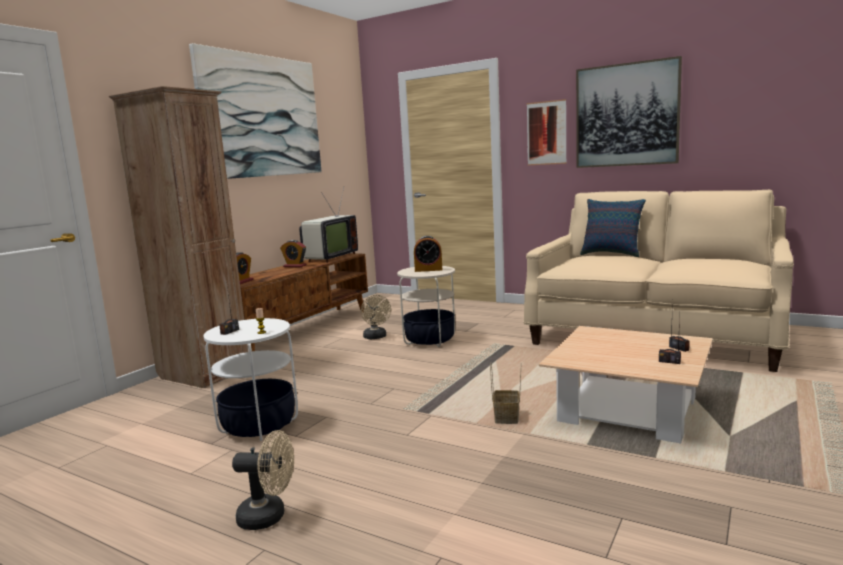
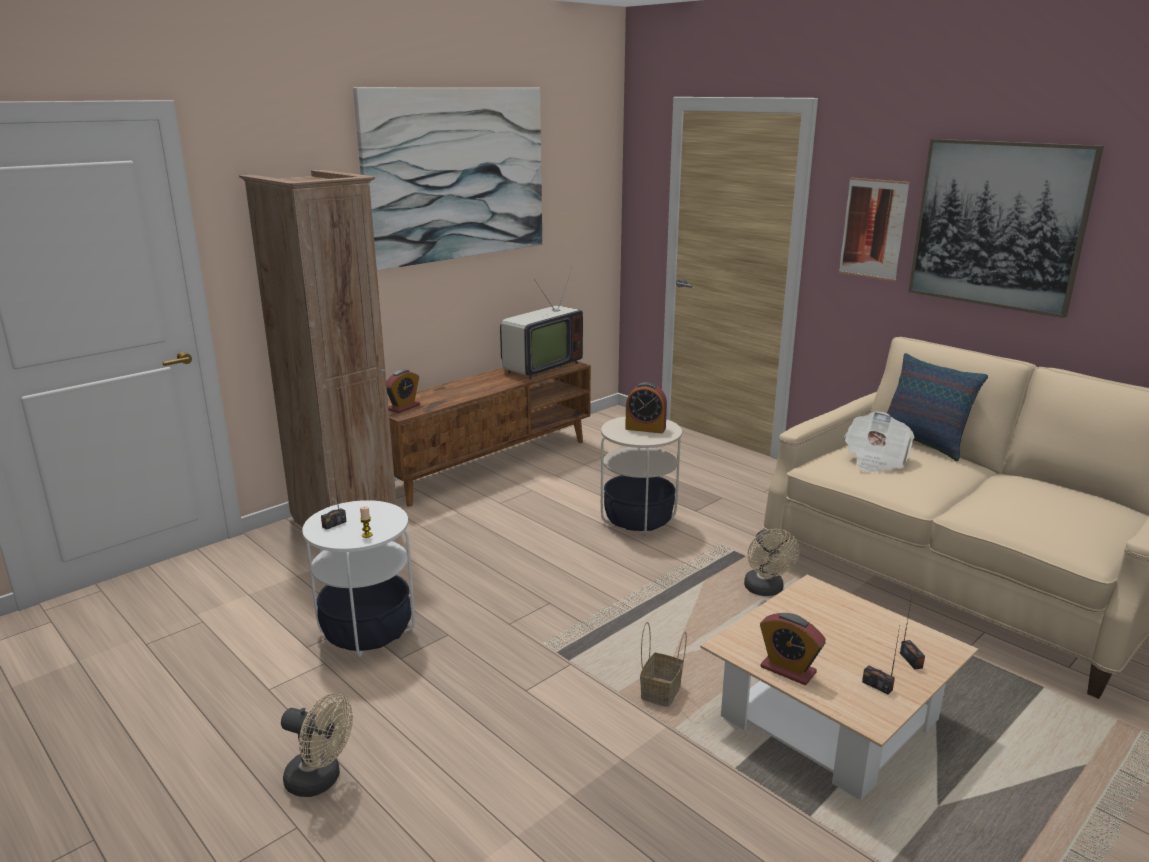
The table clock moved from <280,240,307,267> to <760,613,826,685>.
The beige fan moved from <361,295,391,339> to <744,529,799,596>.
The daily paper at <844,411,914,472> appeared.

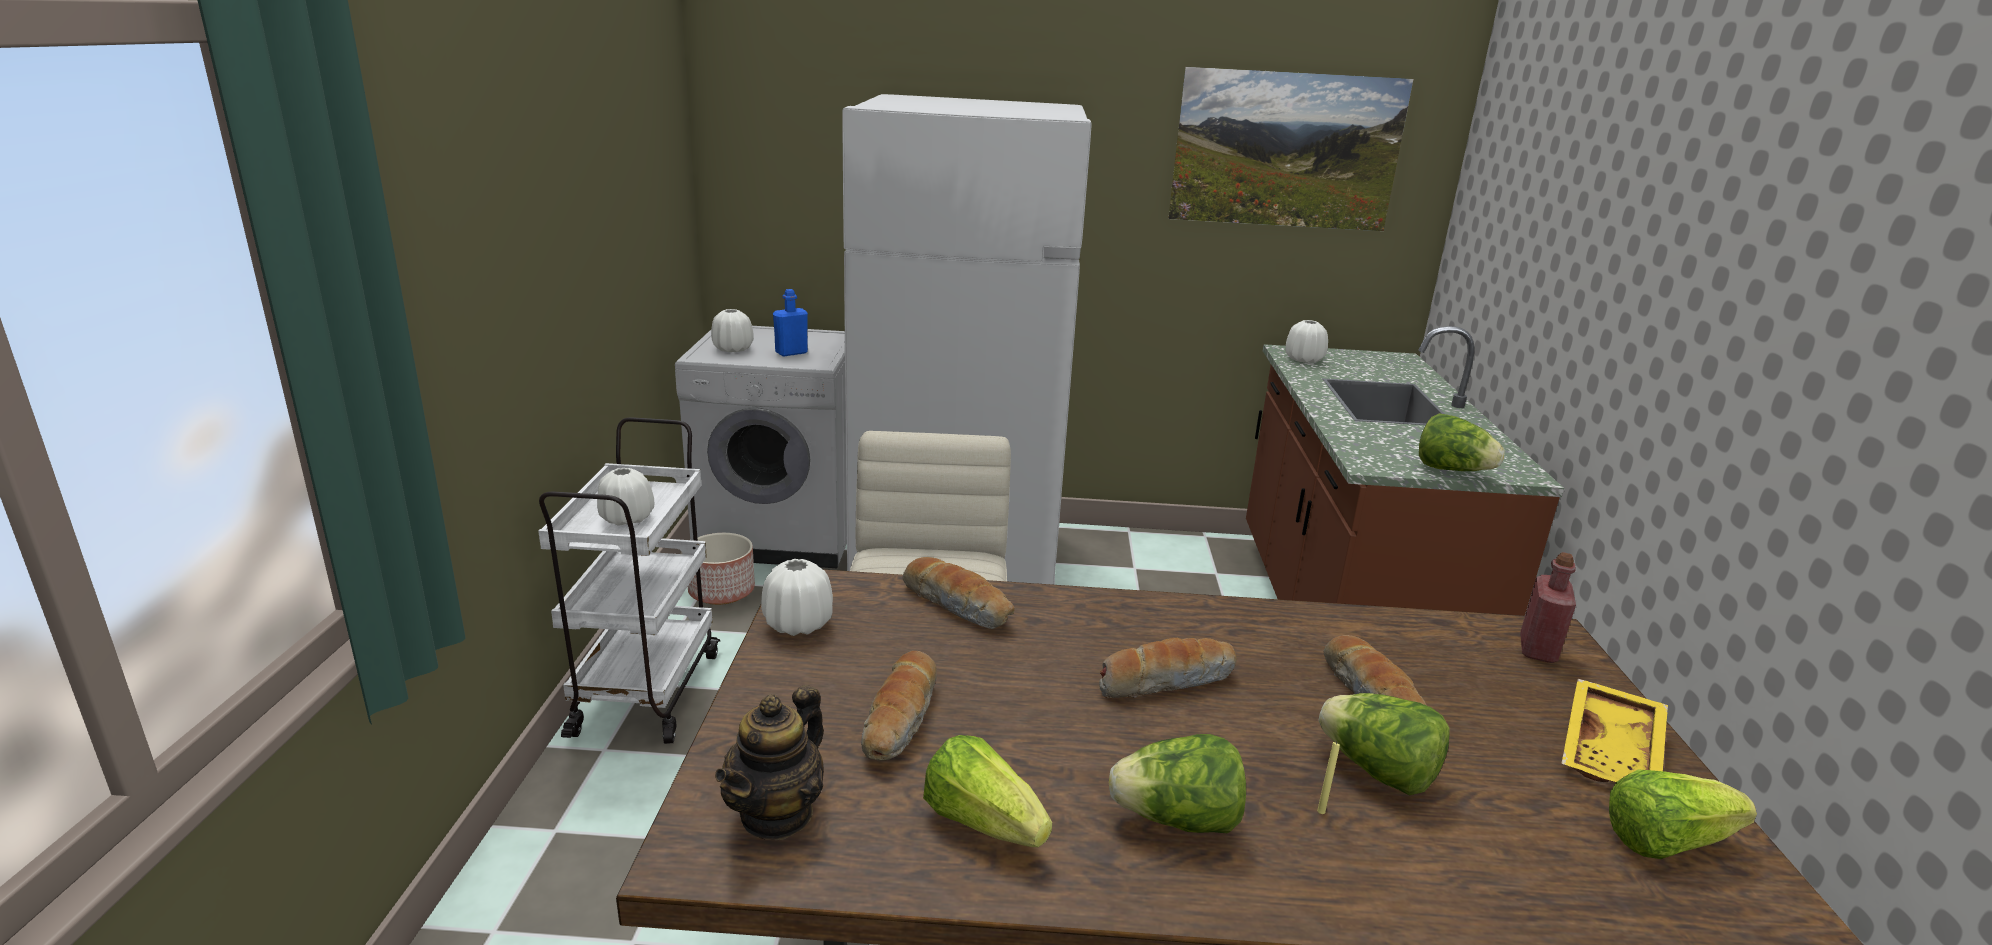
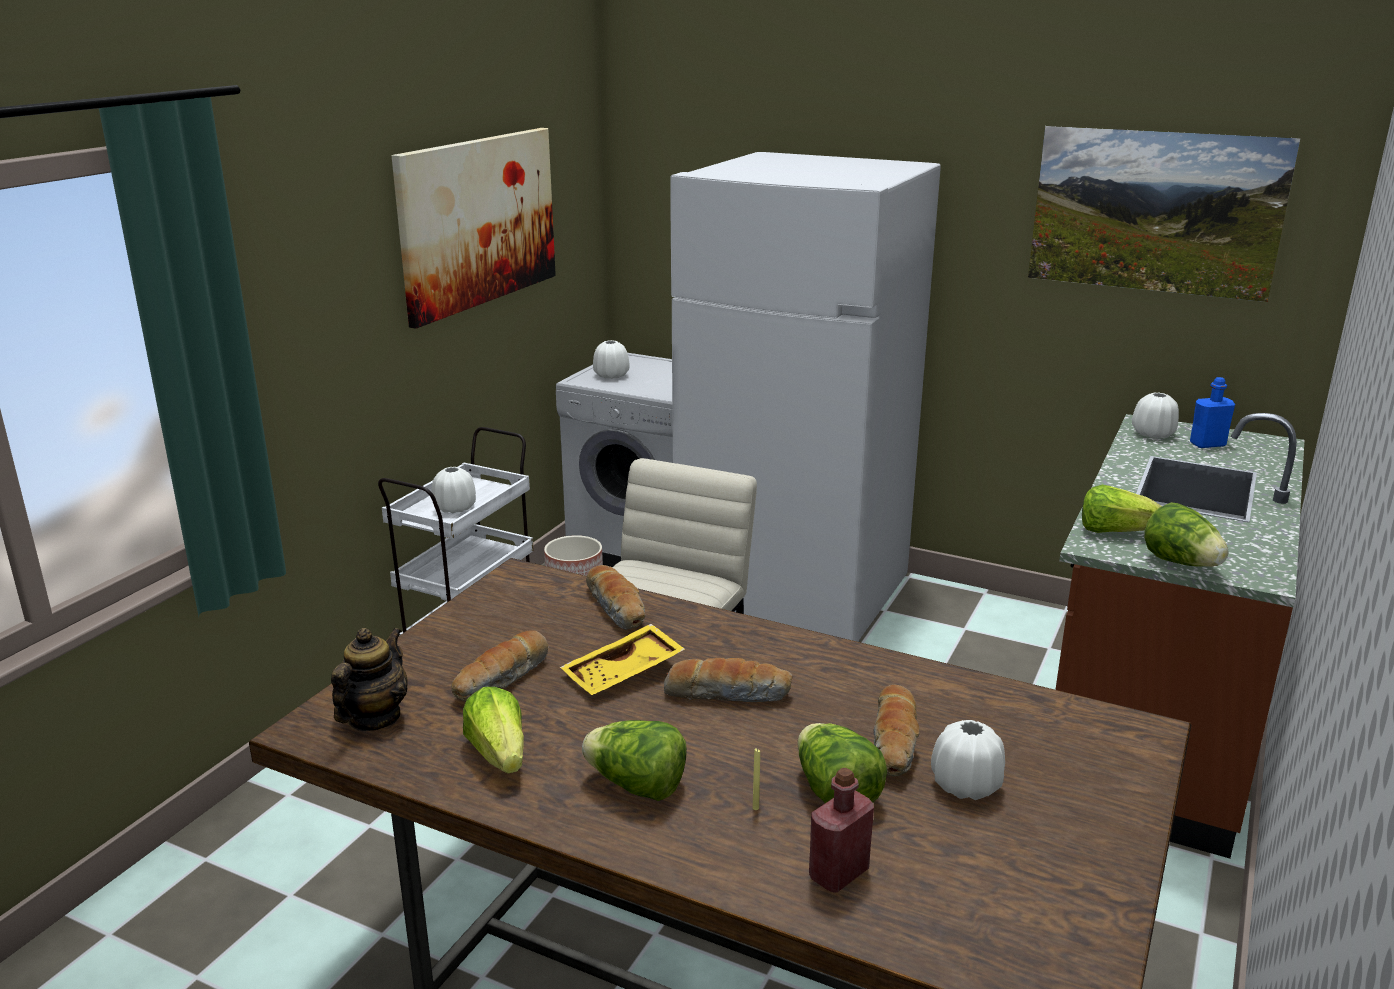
The pot for tea at <715,685,824,840> turned 150 degrees clockwise.
The white-coloured vase moved from <761,559,833,636> to <931,720,1005,800>.
The bluish bottle moved from <773,289,808,356> to <1190,377,1235,448>.
The red-coloured bottle moved from <1520,552,1576,663> to <809,768,874,893>.
The yellow-coloured carrying tray moved from <1561,679,1668,782> to <560,624,685,695>.
The lettuce moved from <1609,769,1757,859> to <1082,485,1162,533>.
The wall picture at <391,128,556,329> appeared.

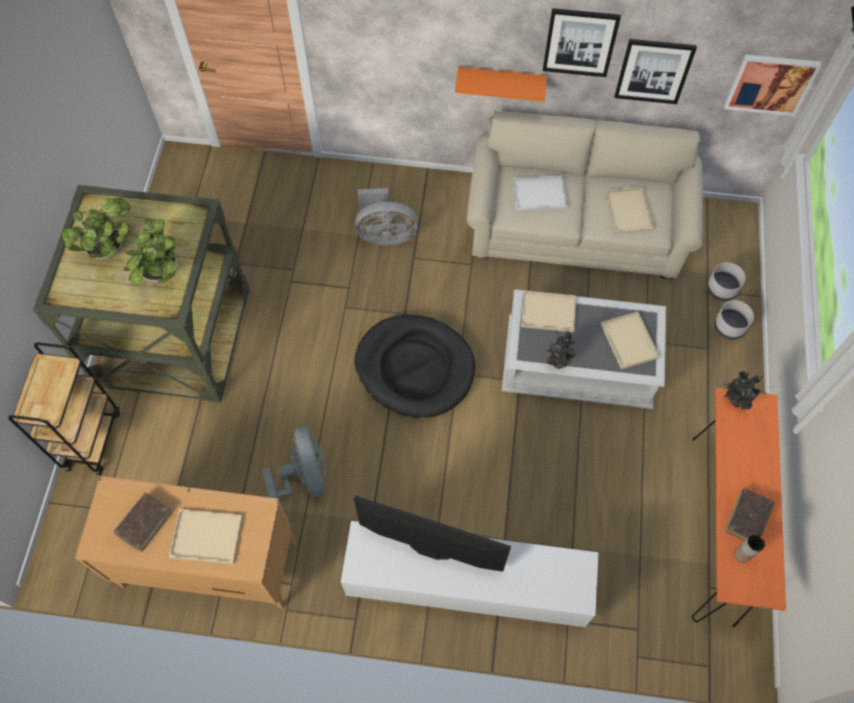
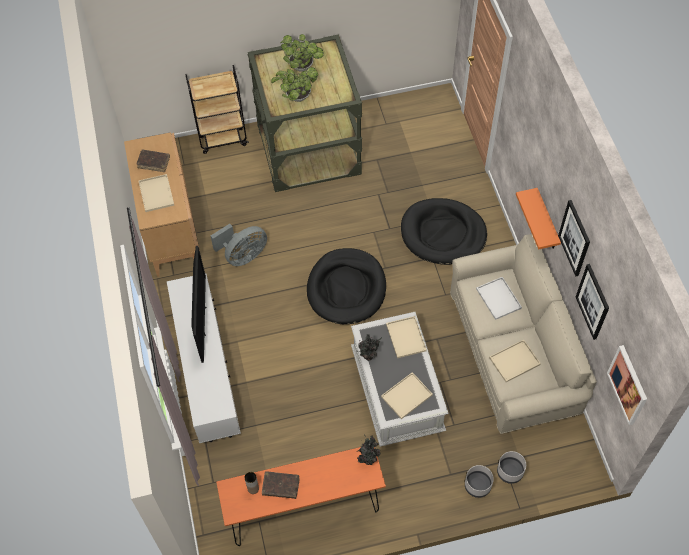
The greyish fan at <355,188,418,245> was replaced by the black-coloured pet bed at <401,198,487,265>.

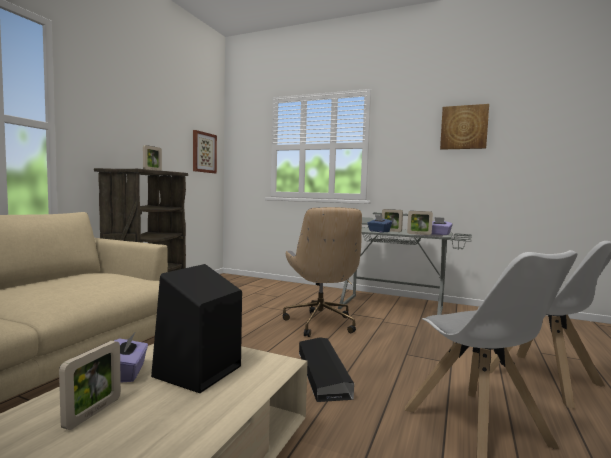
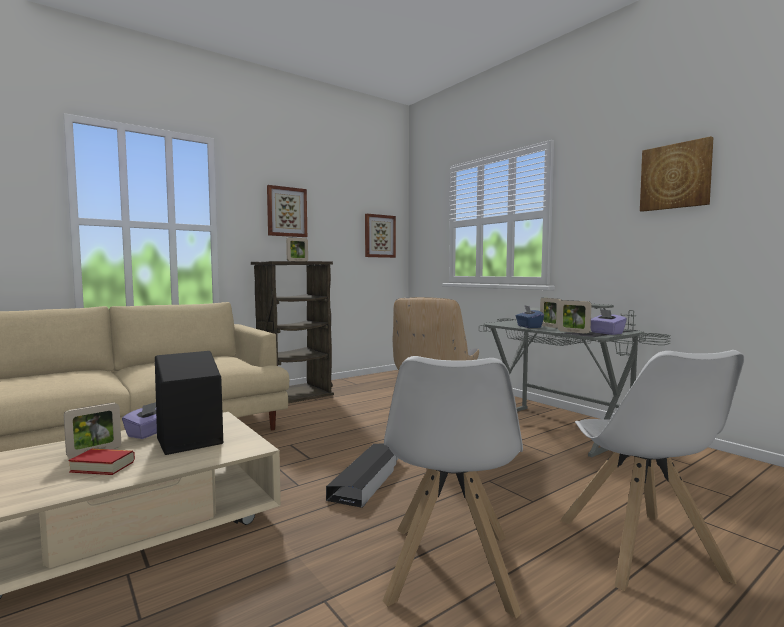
The volume at <69,449,135,475> appeared.
The wall picture at <267,185,307,237> appeared.

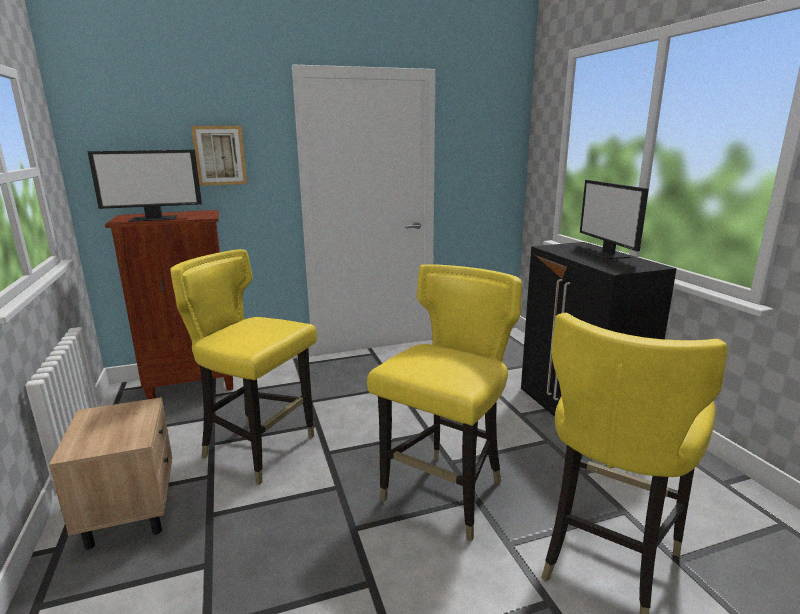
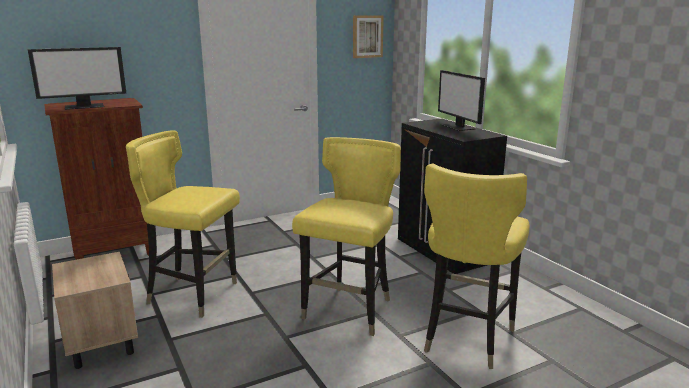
The wall picture moved from <191,126,247,186> to <353,15,384,58>.

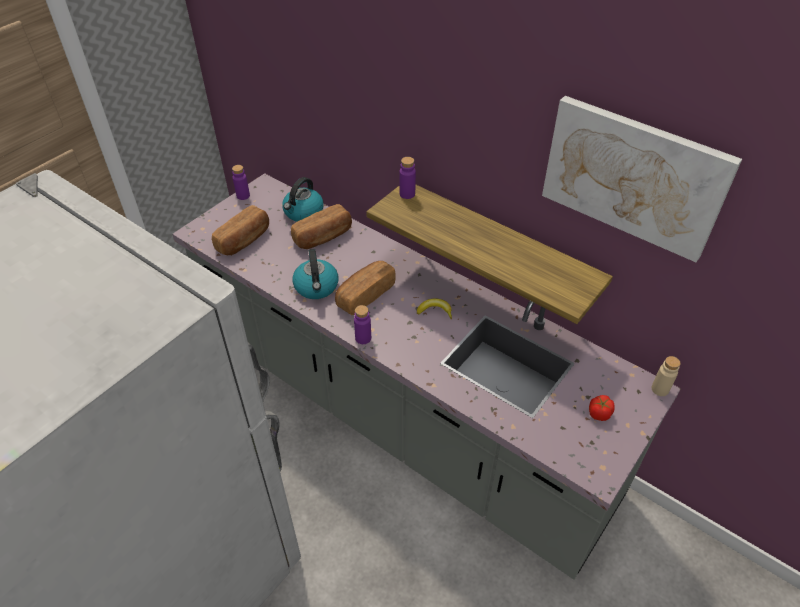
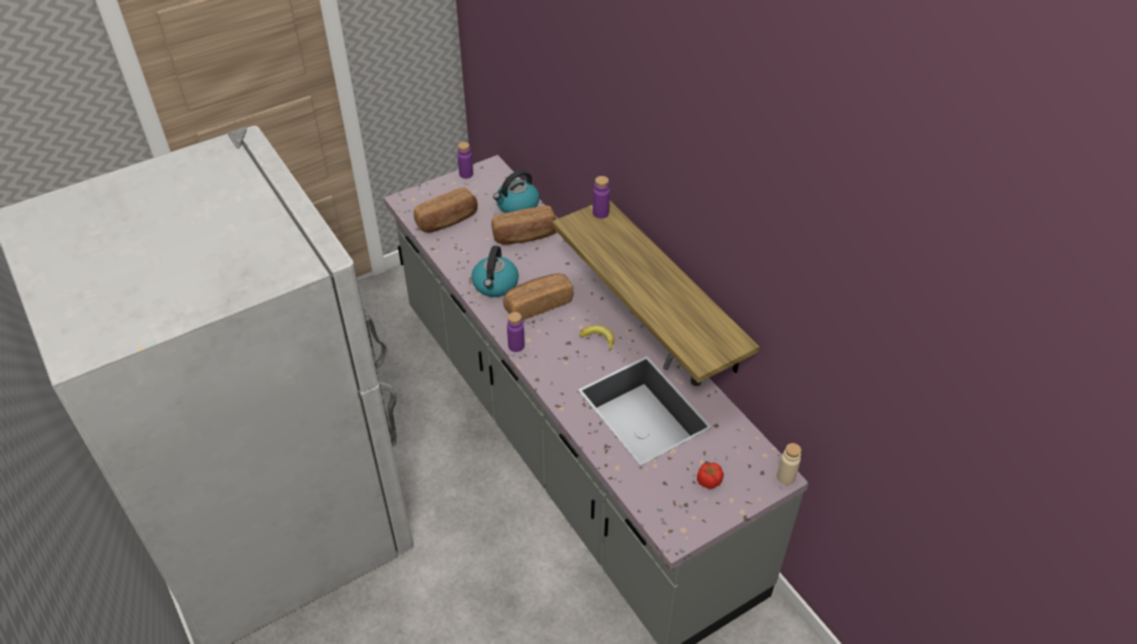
The wall picture at <542,96,742,262> disappeared.

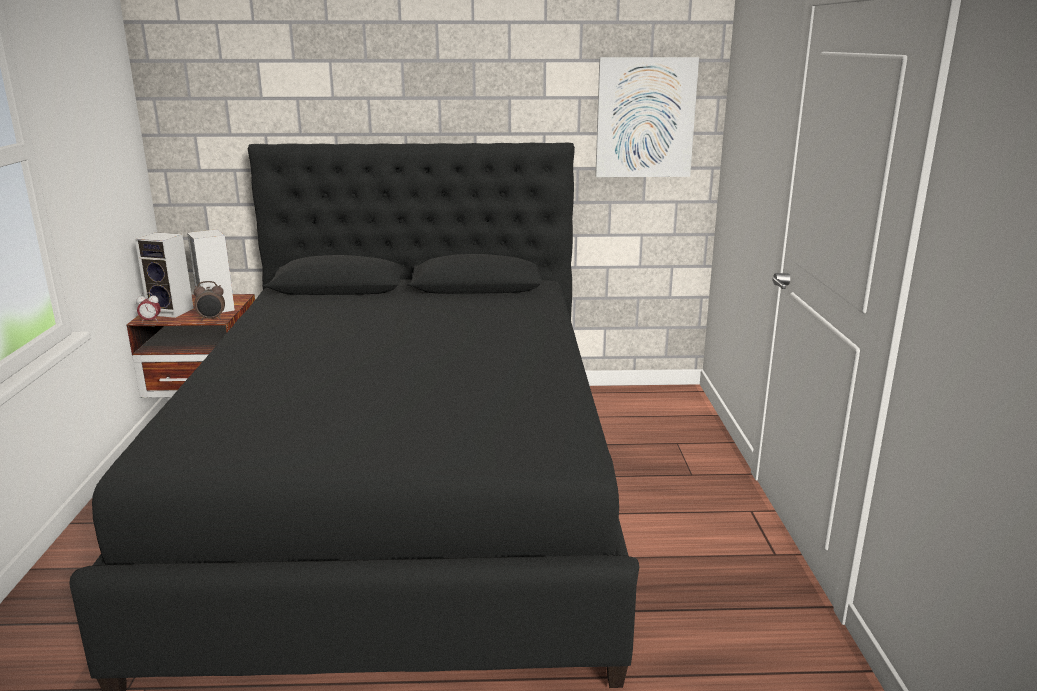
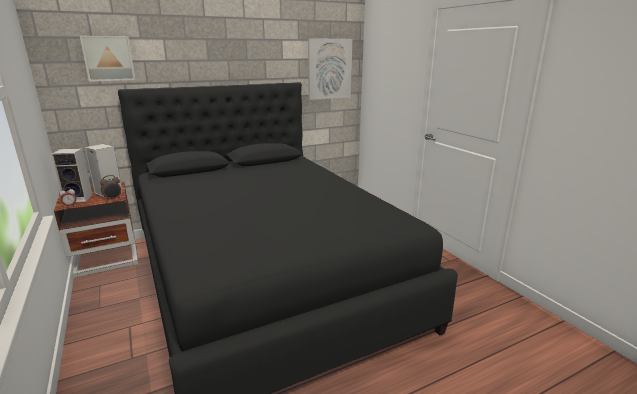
The wall picture at <80,36,135,82> appeared.

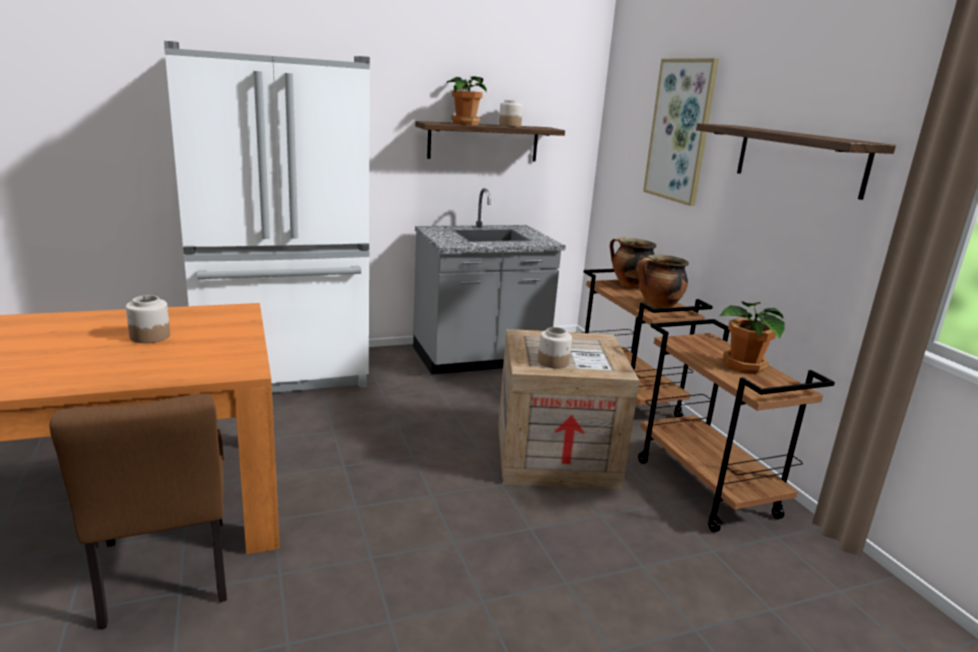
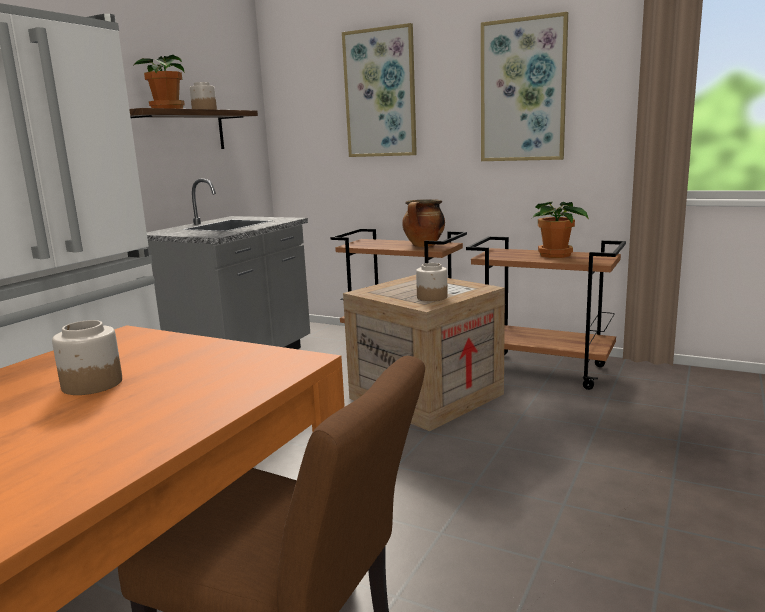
The stockpot at <610,238,656,289> disappeared.
The shelf at <696,123,896,200> was replaced by the wall picture at <481,12,568,161>.

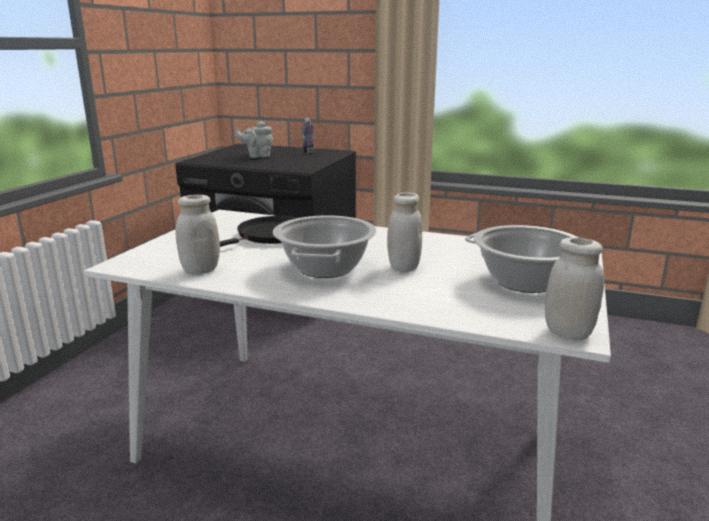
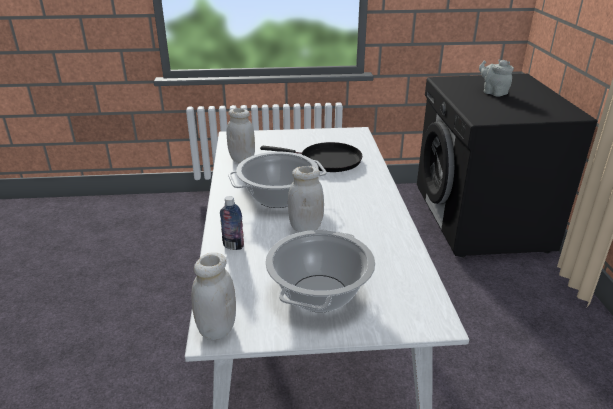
The bottle moved from <302,118,314,153> to <220,196,244,250>.

